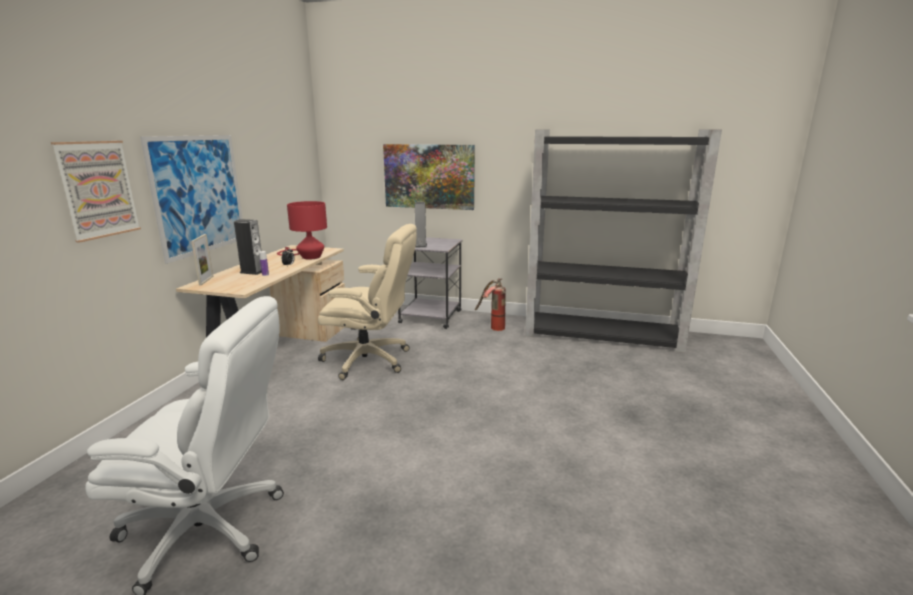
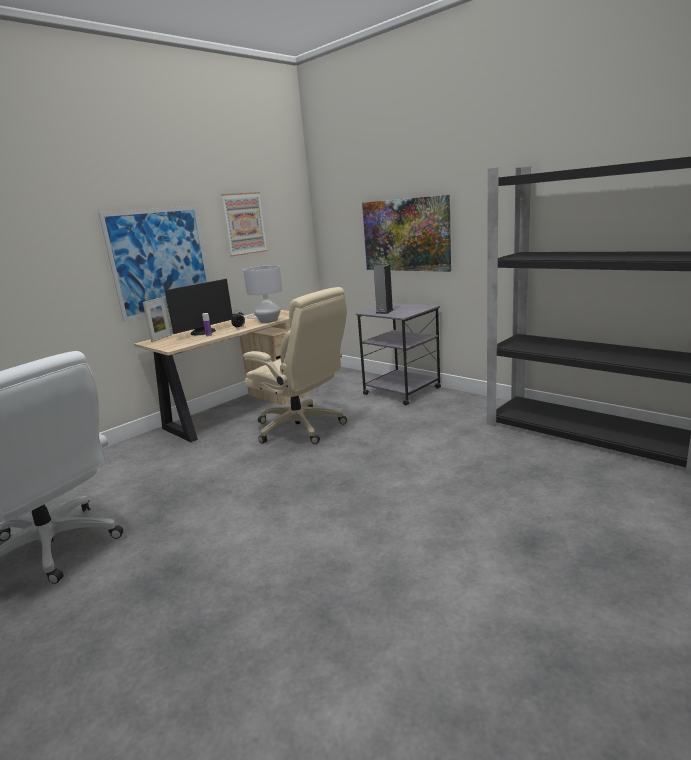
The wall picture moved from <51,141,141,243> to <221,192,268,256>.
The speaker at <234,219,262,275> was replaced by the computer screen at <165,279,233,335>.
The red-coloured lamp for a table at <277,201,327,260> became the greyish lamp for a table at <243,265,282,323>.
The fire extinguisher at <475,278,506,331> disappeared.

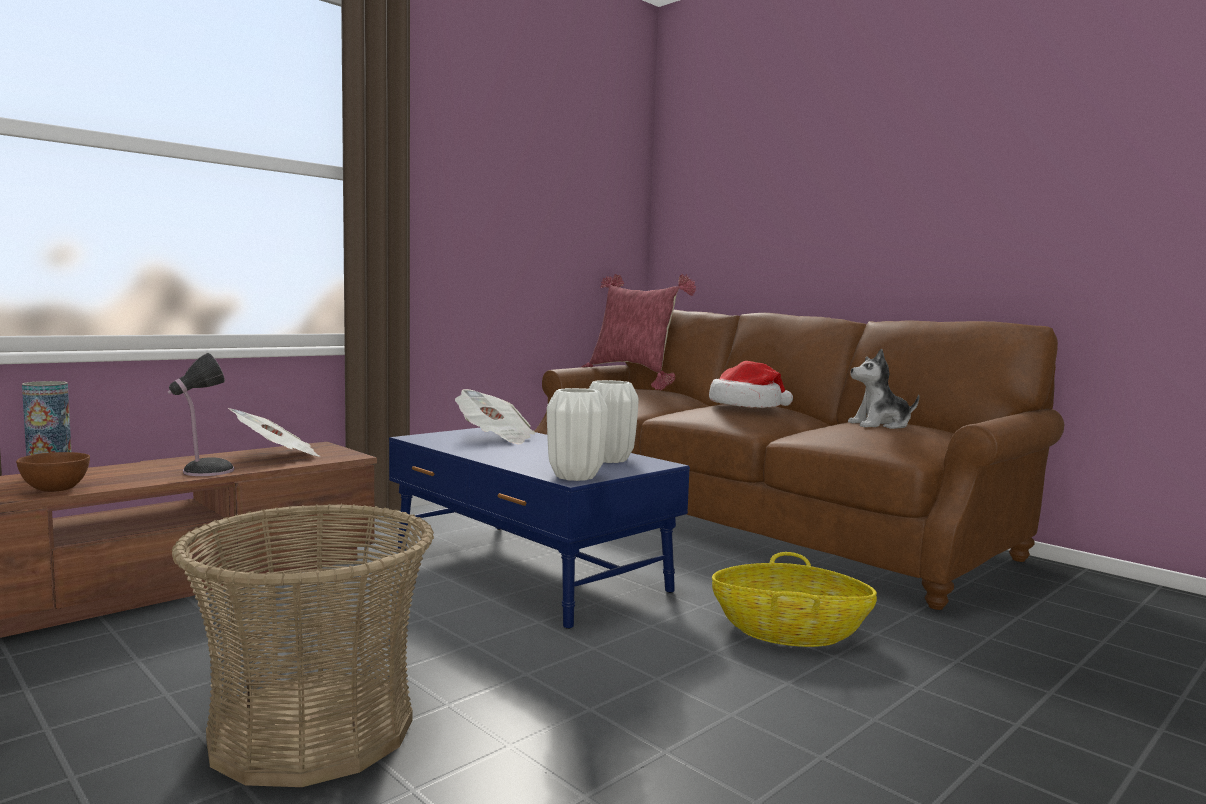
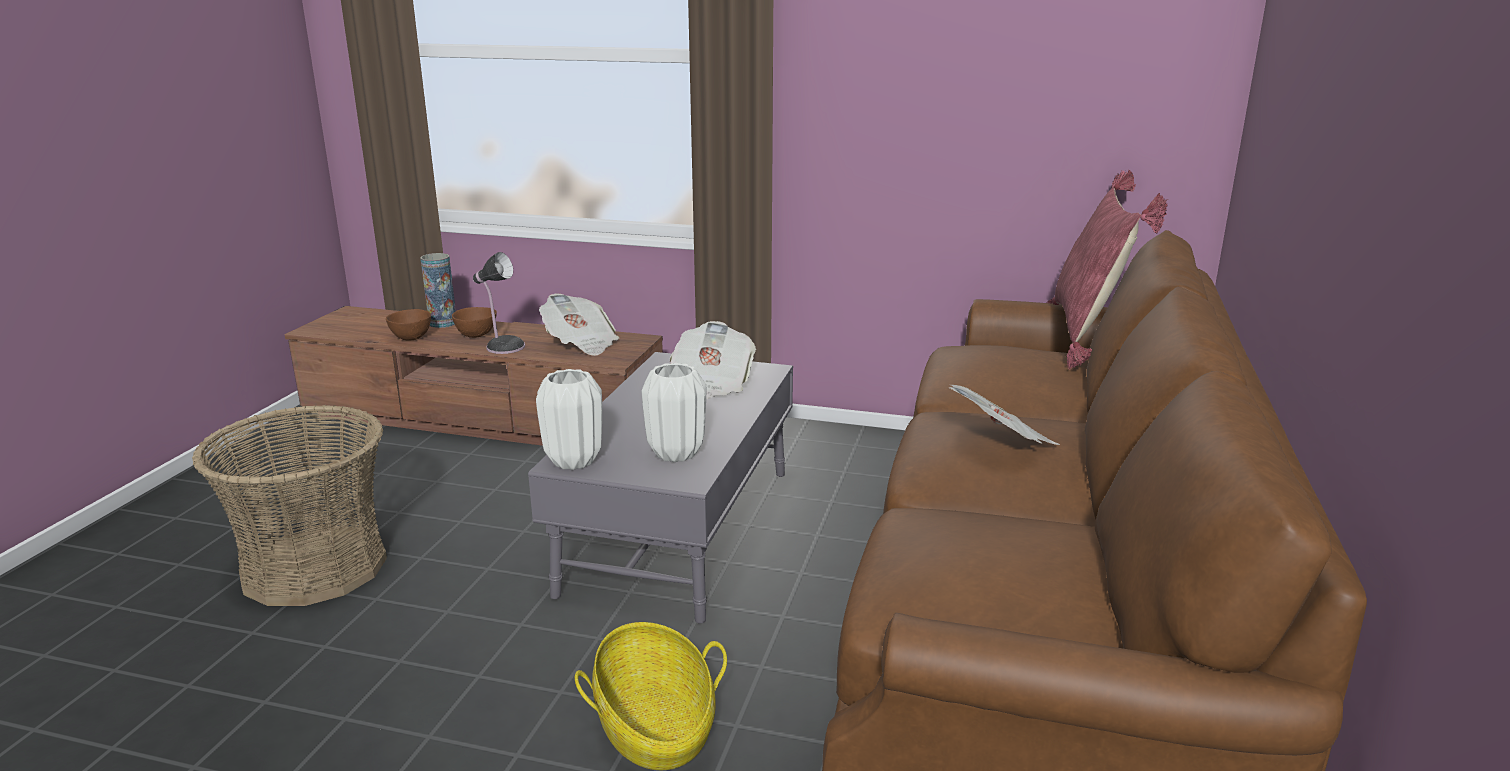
The bluish lounge table at <389,428,690,629> became the greyish lounge table at <528,352,793,624>.
The hat at <709,361,793,408> was replaced by the daily paper at <948,385,1060,445>.
The cuddly toy at <848,348,919,429> disappeared.
The brown-coloured bowl at <452,307,497,338> appeared.

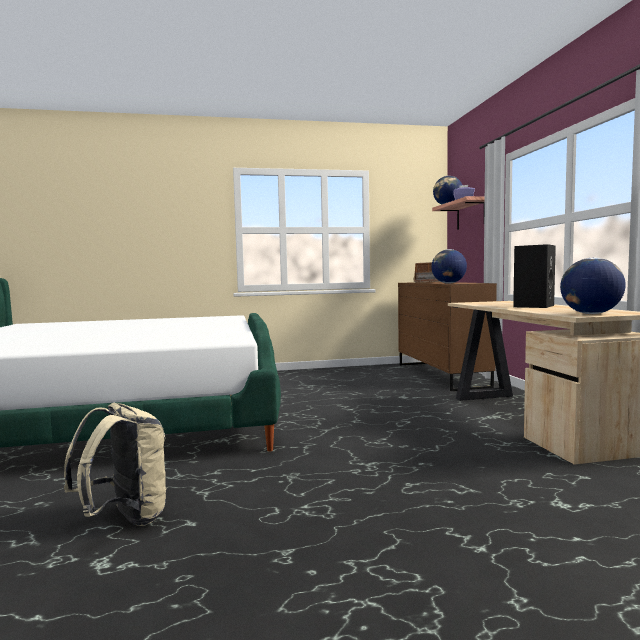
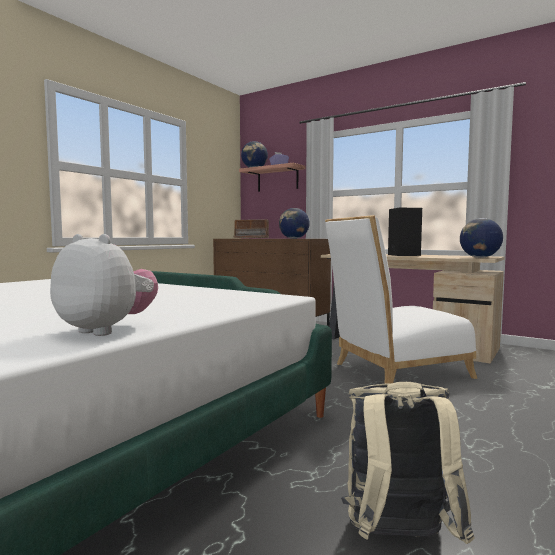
The cuddly toy at <50,234,158,336> appeared.
The white-coloured plain chair at <325,215,477,384> appeared.

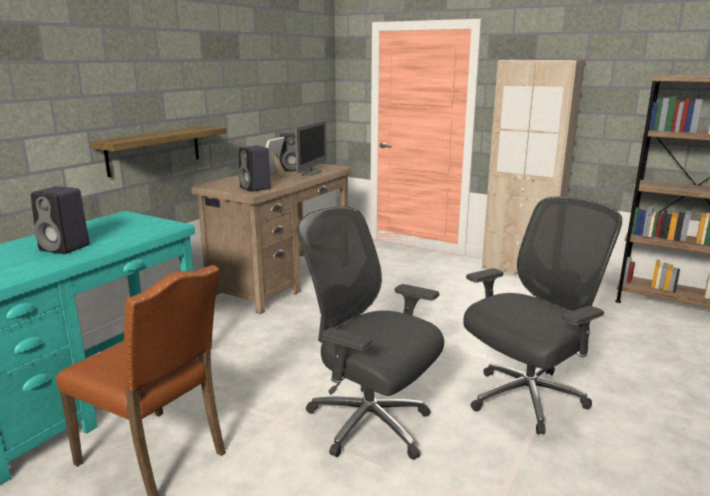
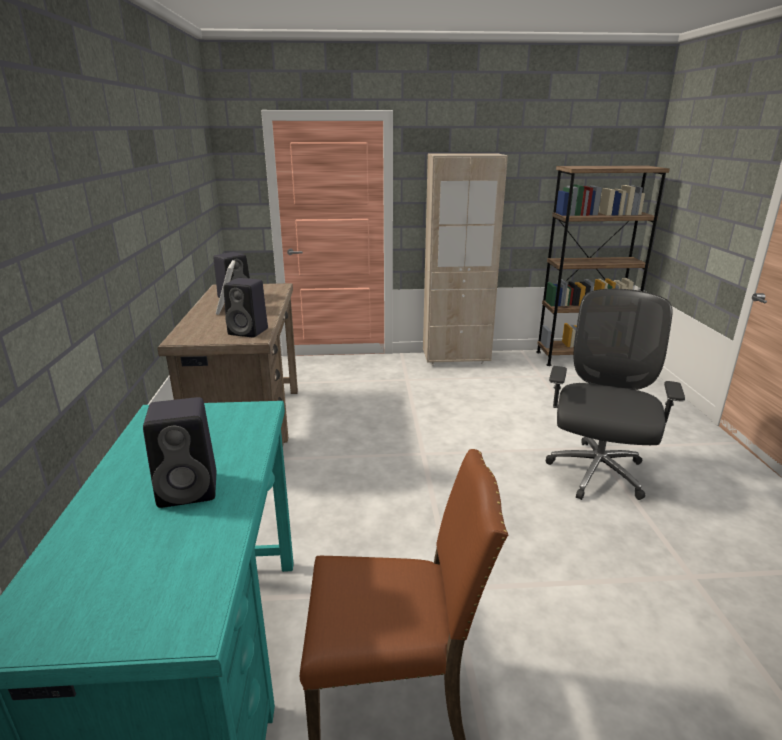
The shelf at <90,126,226,177> disappeared.
The computer screen at <295,120,327,176> disappeared.
The desk chair at <296,207,444,460> disappeared.

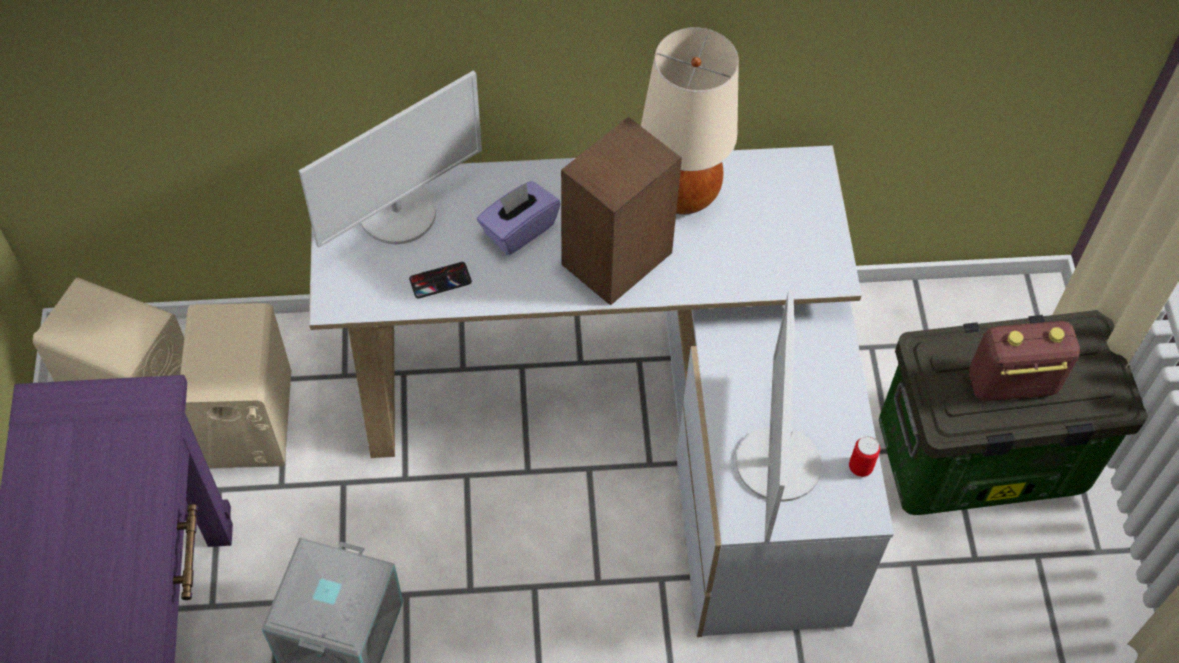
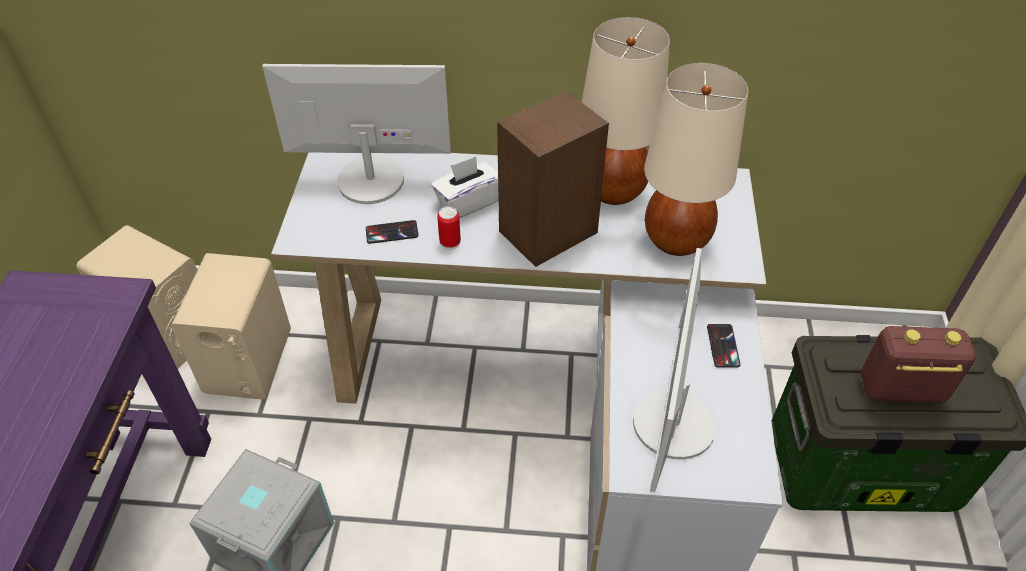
The computer screen at <299,70,482,248> turned 150 degrees counterclockwise.
The purple box of tissues at <477,181,561,255> became the white-coloured box of tissues at <431,156,499,218>.
The metal can moved from <849,436,880,478> to <437,206,461,249>.
The beige lamp for a table at <644,63,748,256> appeared.
The phone at <707,324,741,368> appeared.

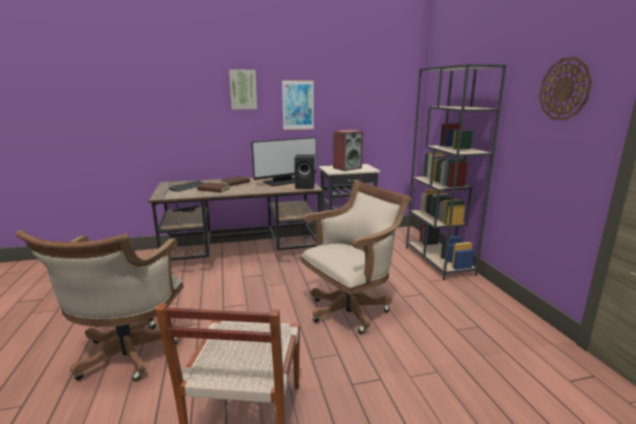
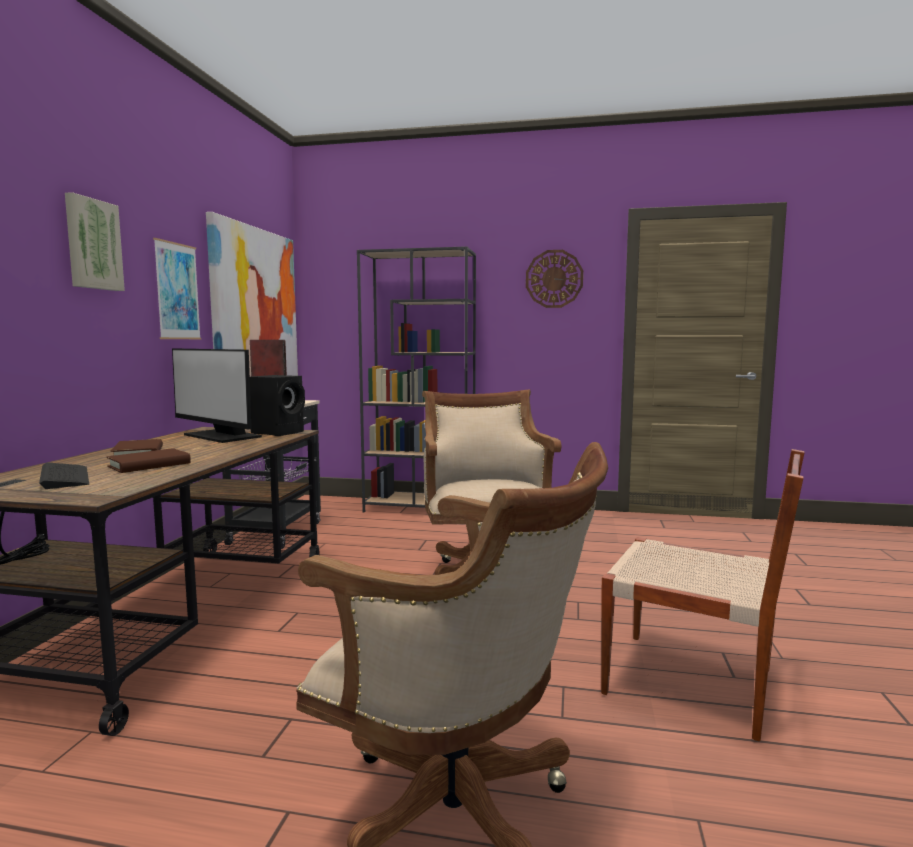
The computer screen at <251,137,317,186> turned 135 degrees clockwise.
The wall picture at <206,212,298,377> appeared.

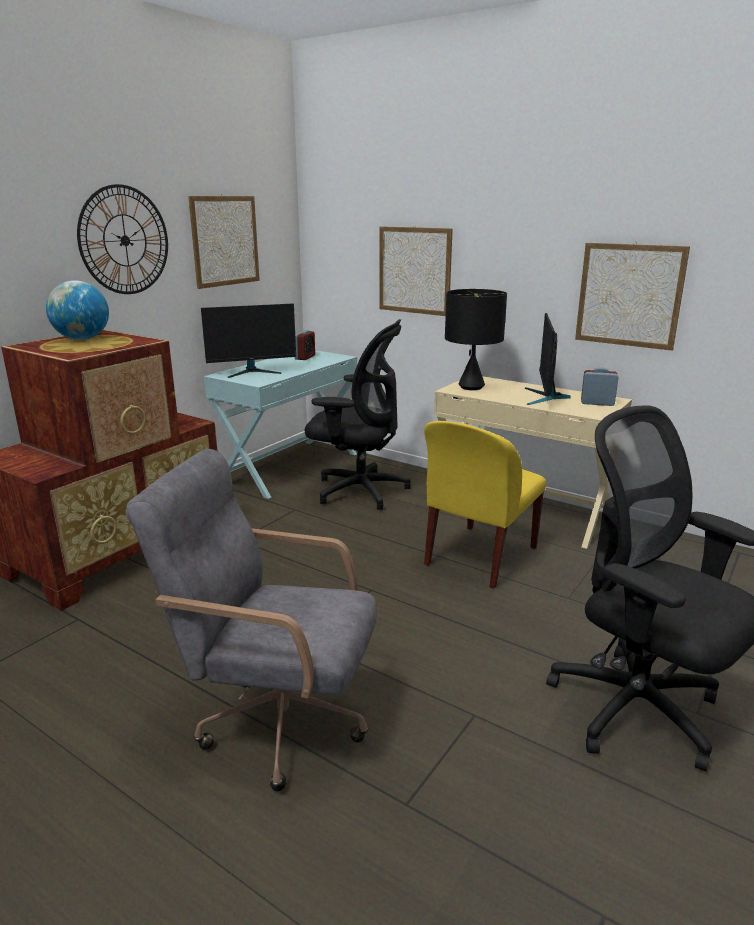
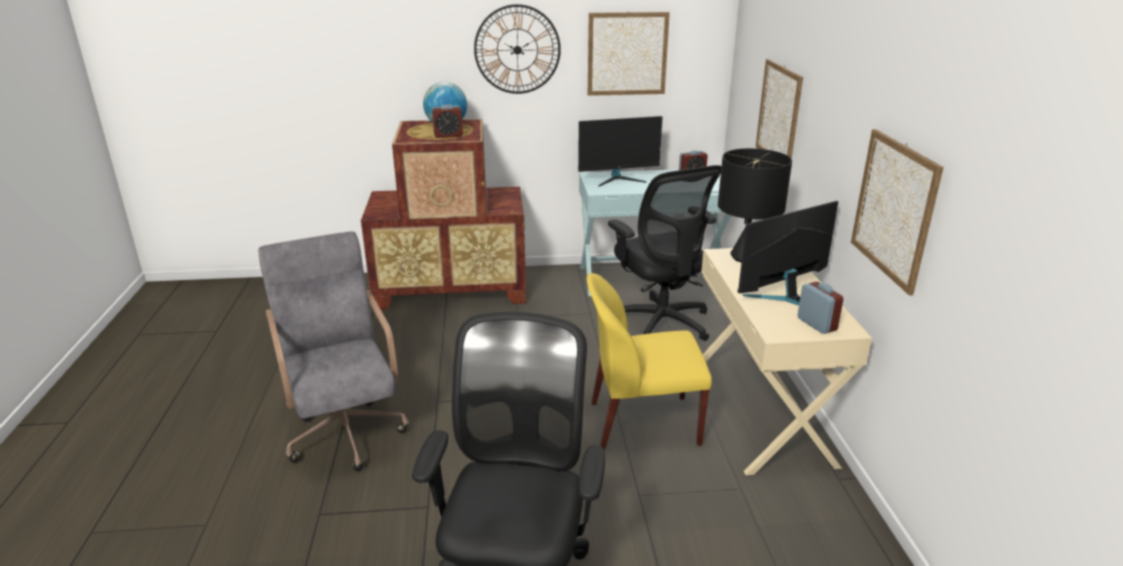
The computer screen at <201,303,296,378> turned 45 degrees counterclockwise.
The table clock at <432,105,463,138> appeared.

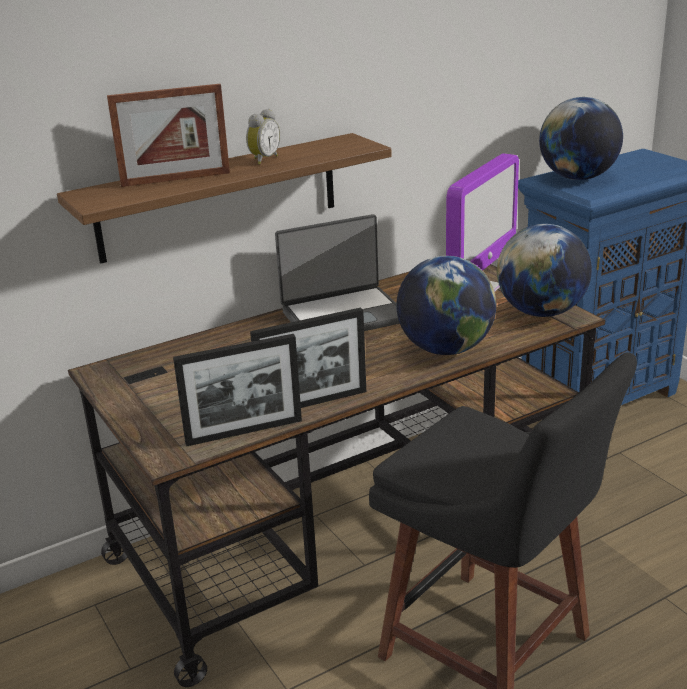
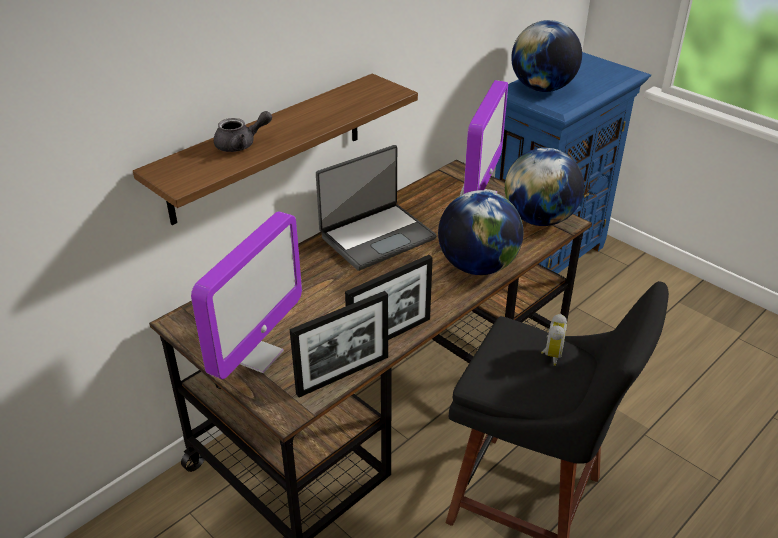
The photo frame at <107,84,230,187> was replaced by the greyish pot for tea at <214,111,272,152>.
The table clock moved from <246,109,280,165> to <541,314,567,366>.
The computer screen at <191,211,302,379> appeared.

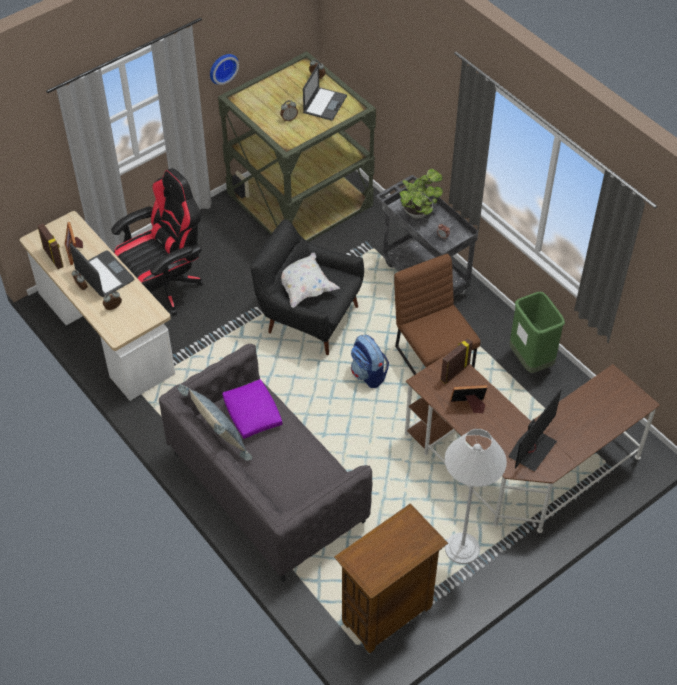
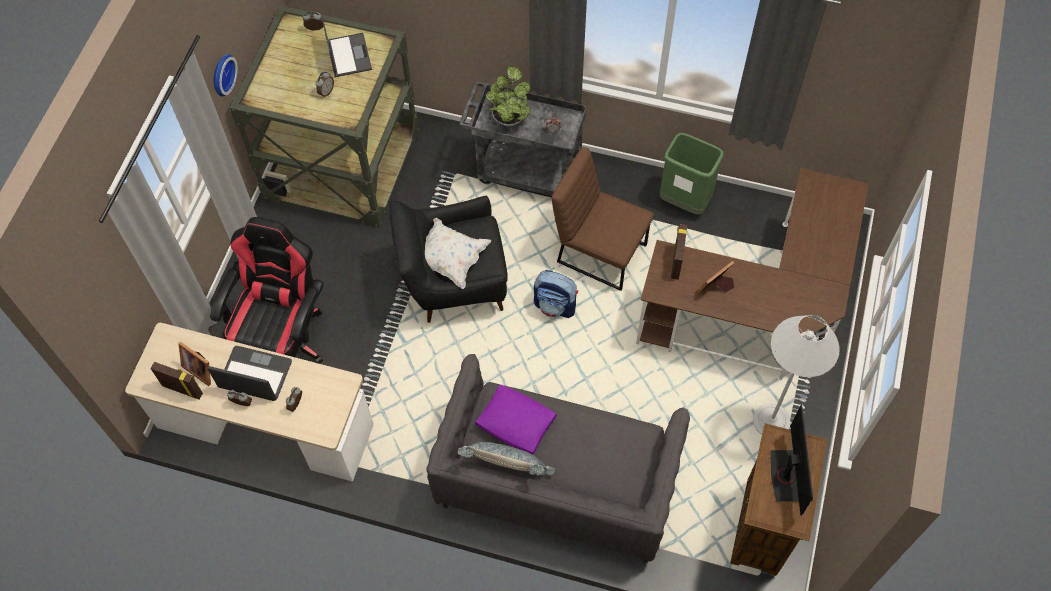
The computer screen moved from <508,389,561,472> to <771,405,813,516>.

